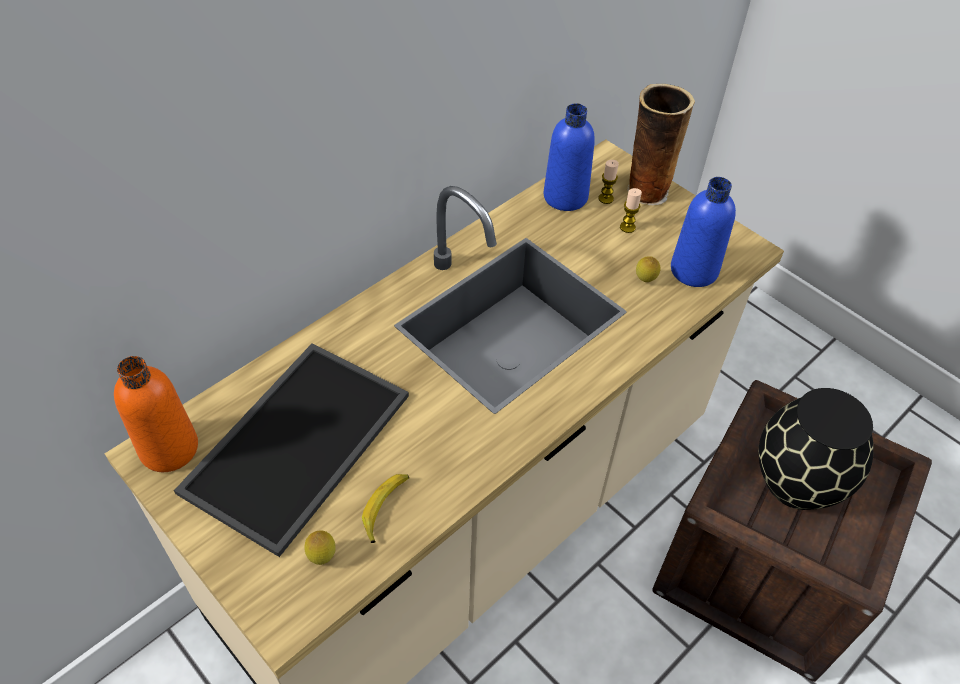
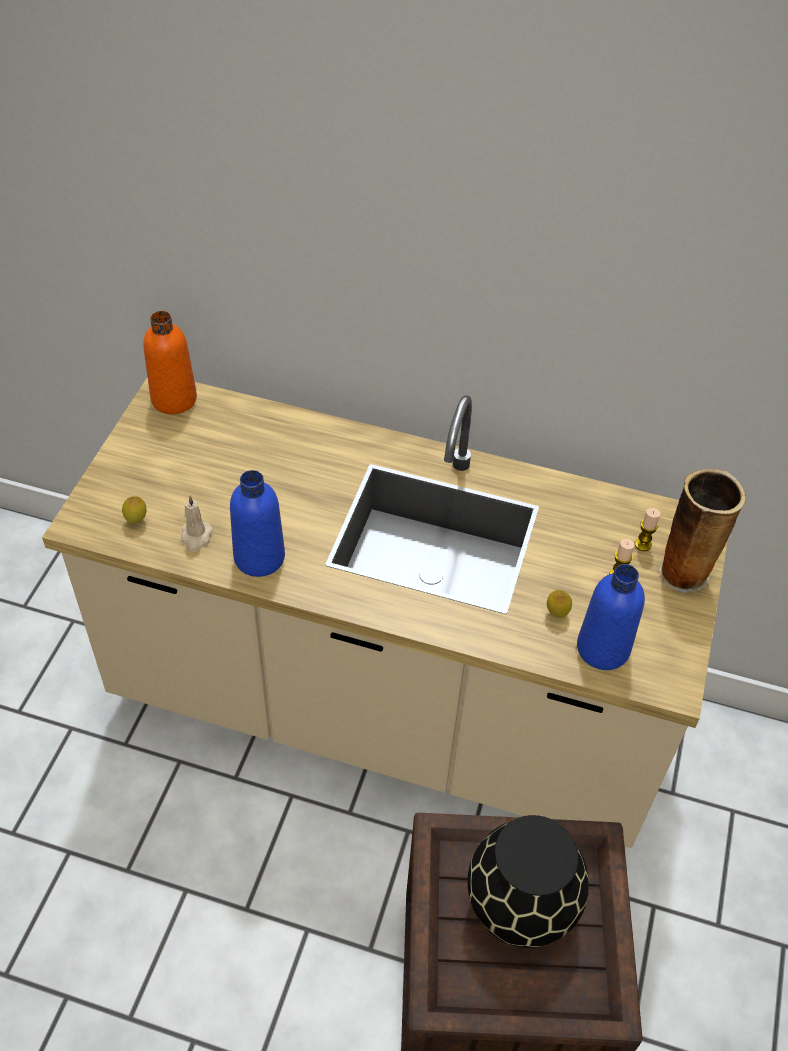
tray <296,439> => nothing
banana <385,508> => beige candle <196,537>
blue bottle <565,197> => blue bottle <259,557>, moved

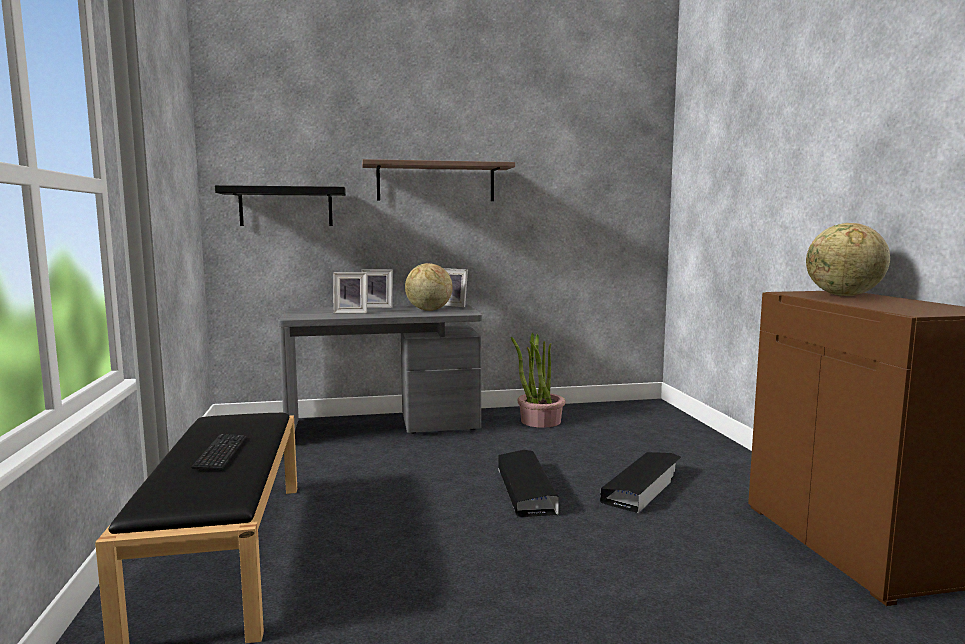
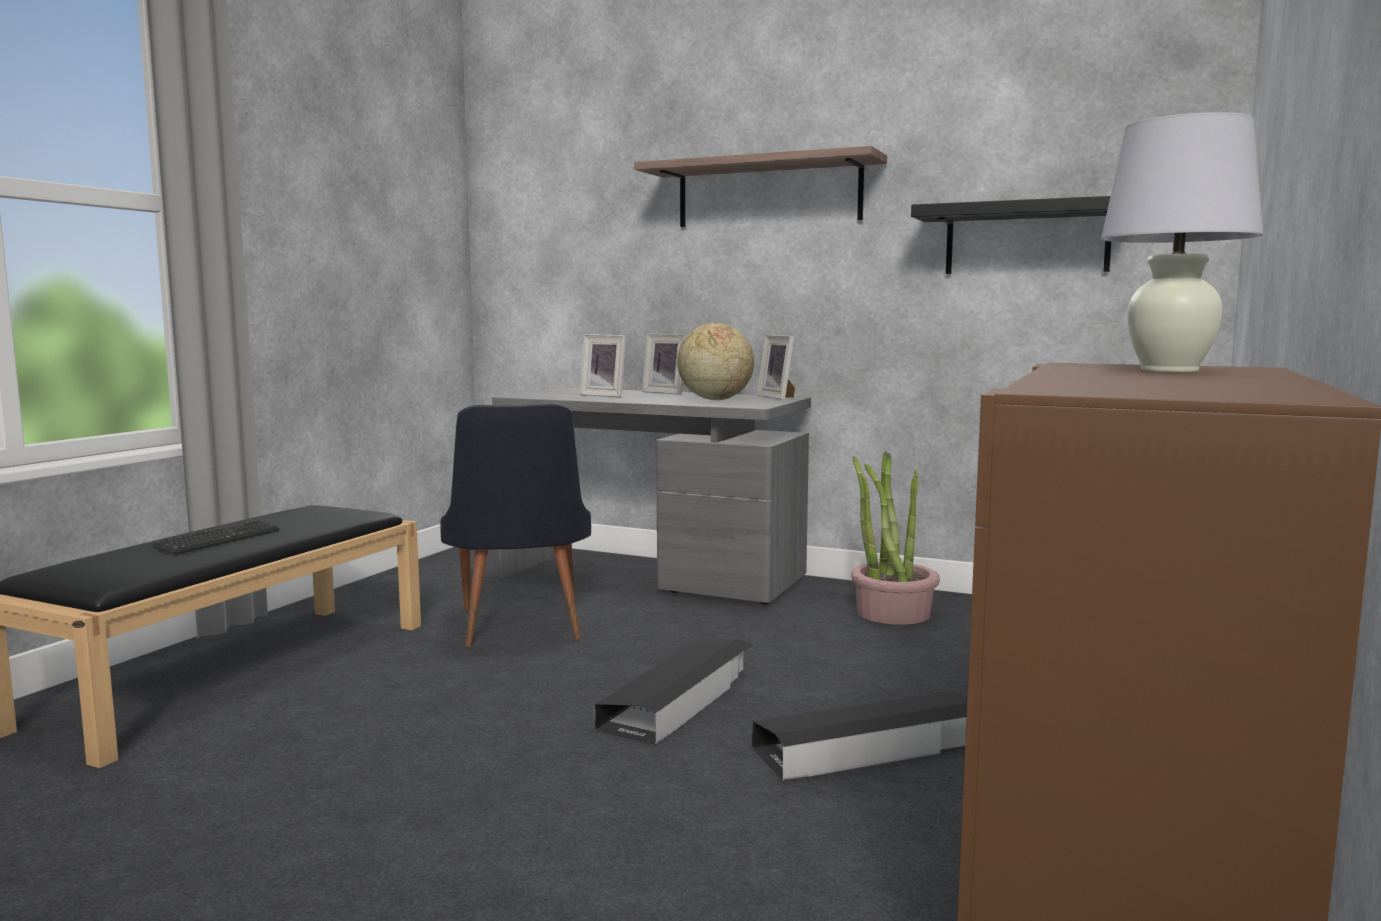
black shelf <286,207> => black shelf <1026,239>, moved
globe <843,295> => white table lamp <1170,370>
nothing => black chair <519,628>

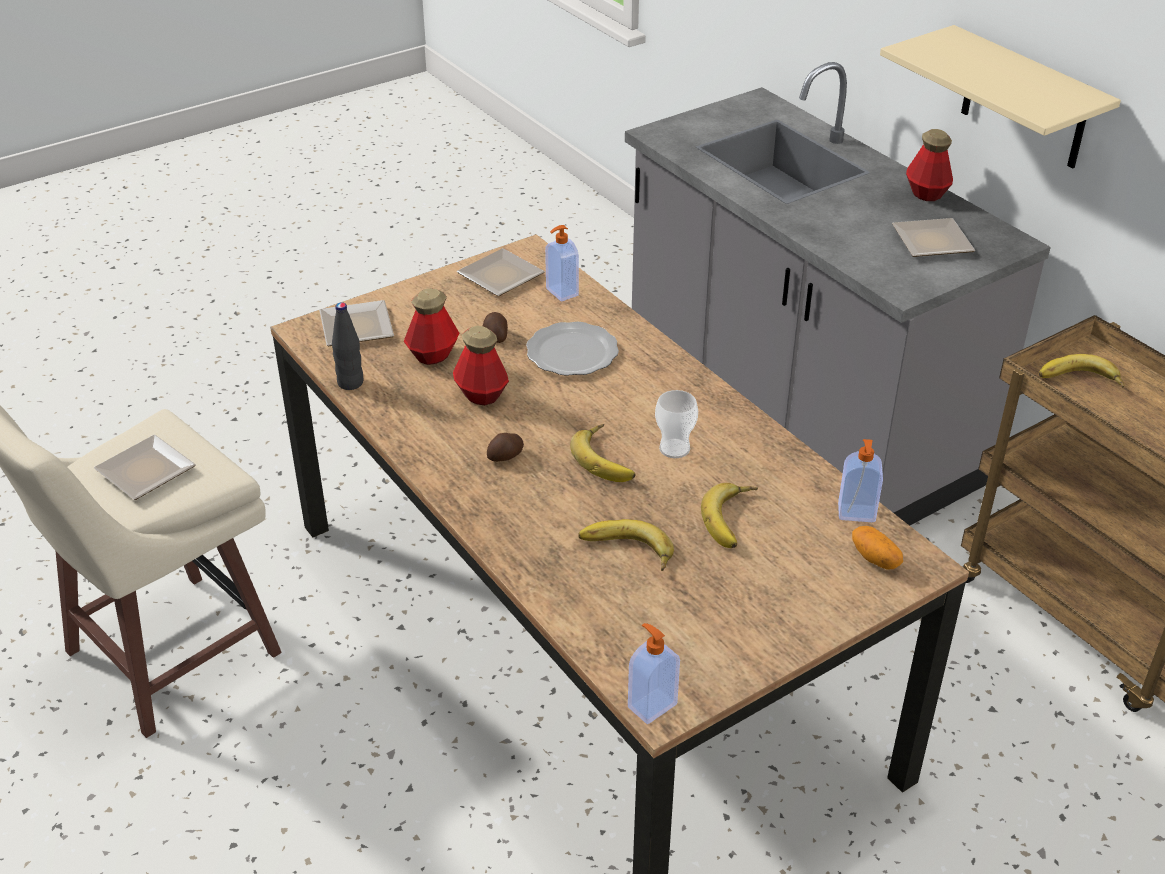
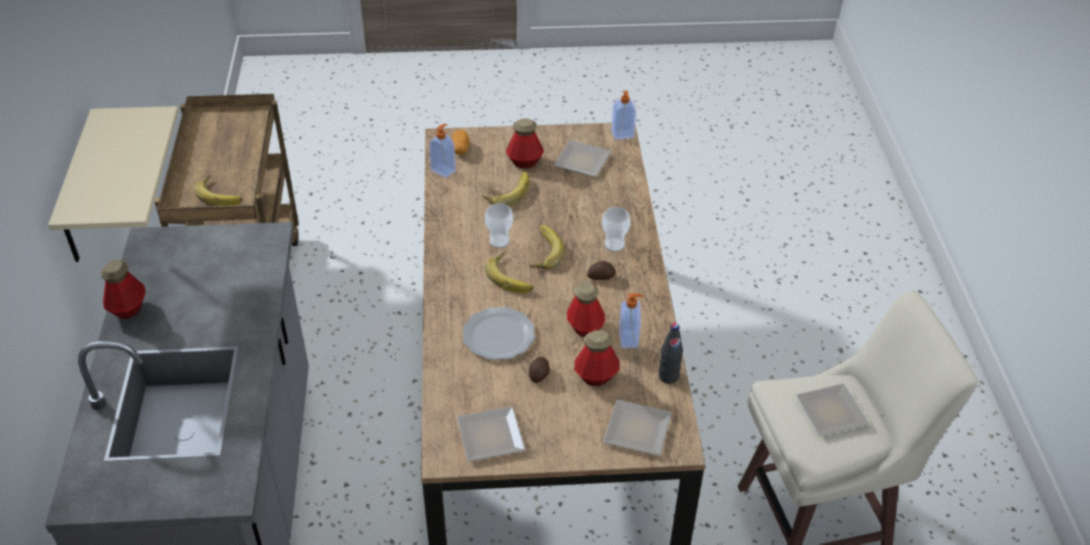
soap dispenser <561,292> => soap dispenser <629,339>, moved
banana <625,552> => banana <511,276>, moved
plate <930,243> => plate <584,161>, moved
nothing => bottle <524,162>
nothing => cup <614,245>

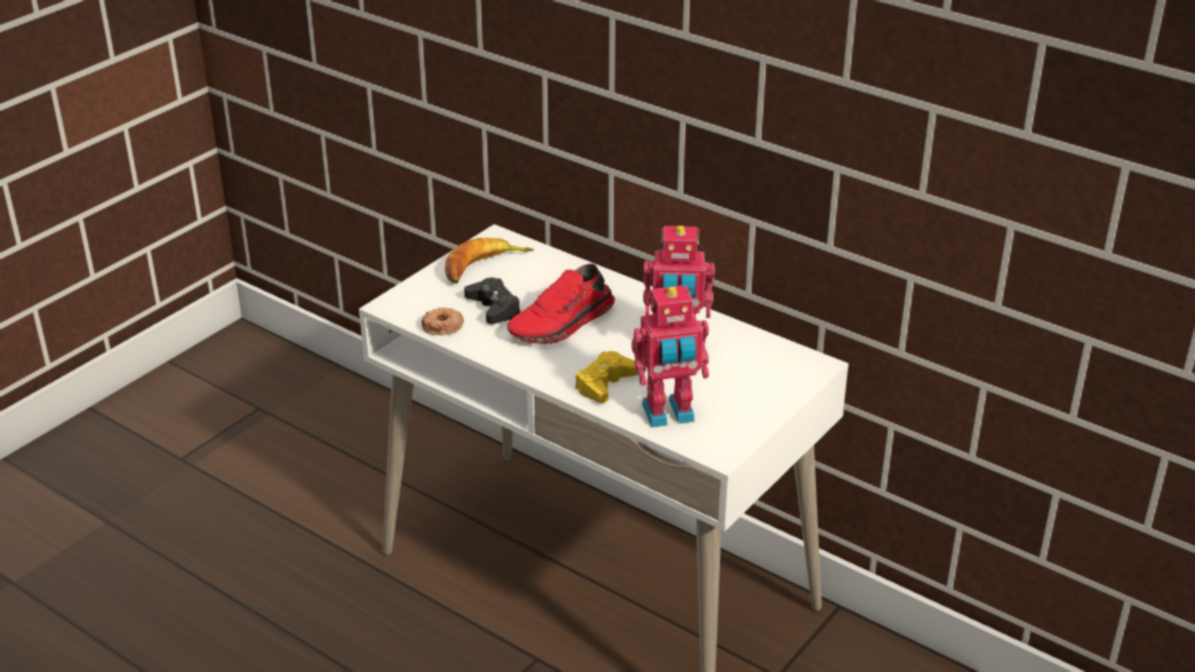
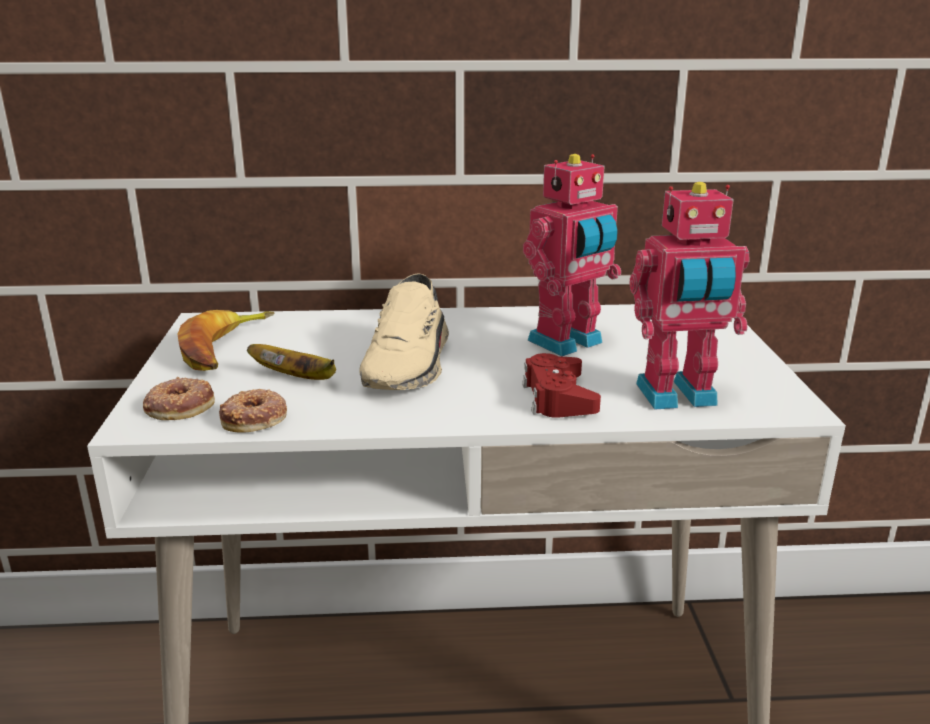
black game controller <494,308> => banana <298,378>
red shoe <563,324> => beige shoe <411,364>
yellow game controller <605,384> => red game controller <558,397>
toy robot <669,415> => toy robot <677,397>, 45 degrees clockwise
nothing => donut <179,406>

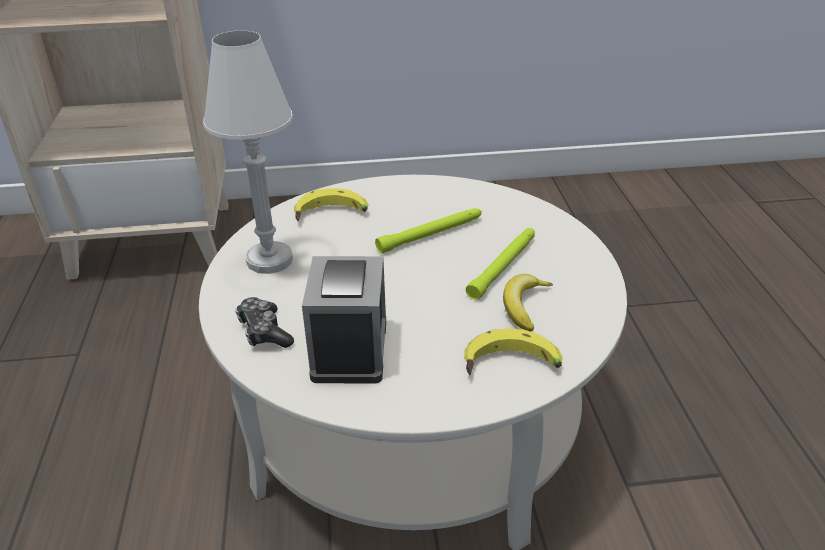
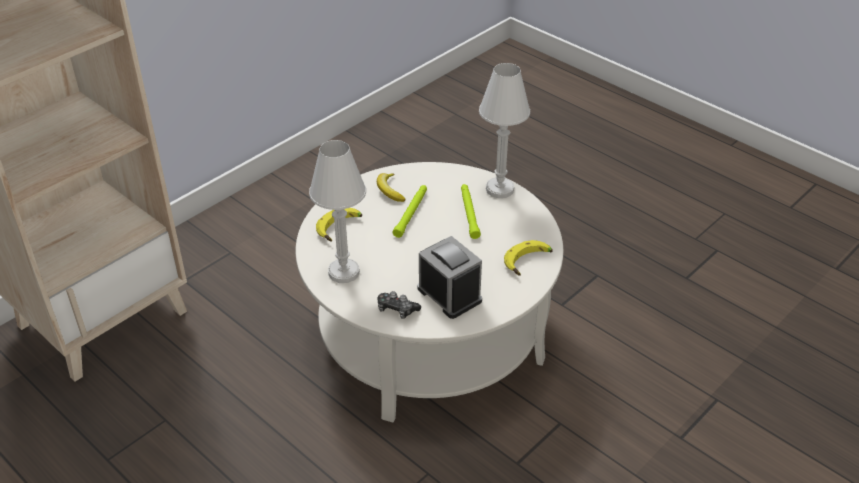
banana <523,306> => banana <389,190>, moved
nothing => white table lamp <500,189>

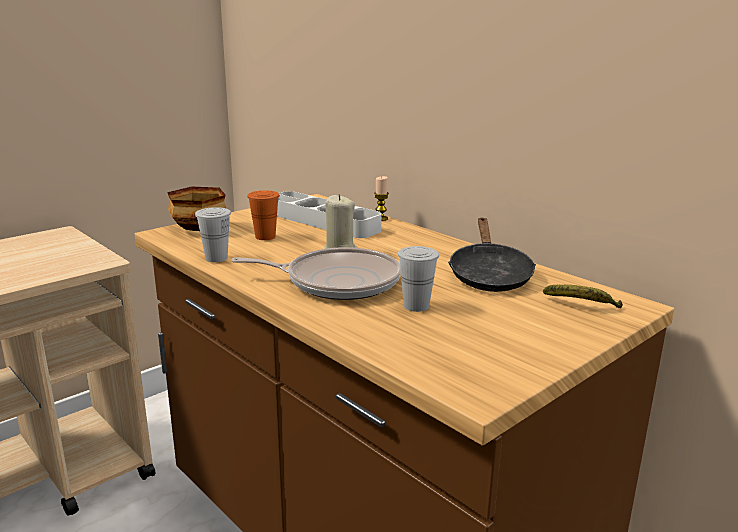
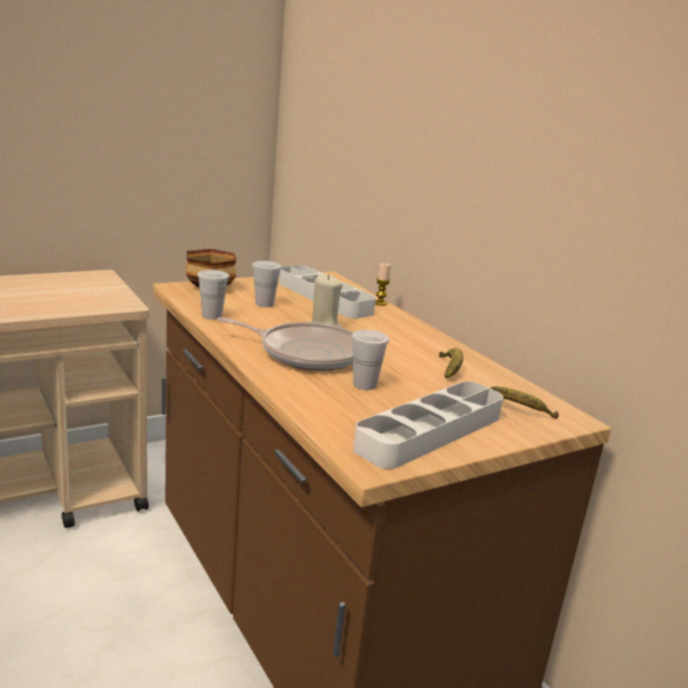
orange cup <265,237> => white cup <264,304>
black frying pan <489,275> => banana <449,369>
nothing => white tray <430,432>

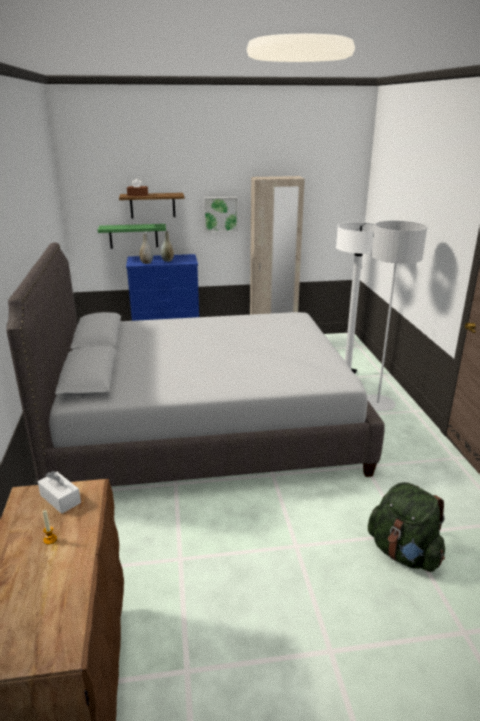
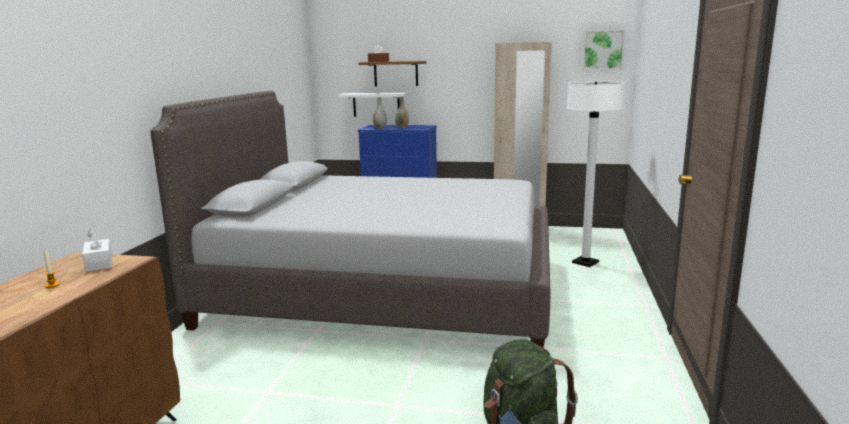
green shelf <133,236> => white shelf <376,104>
picture <220,214> => picture <603,50>, moved
grey floor lamp <377,404> => nothing

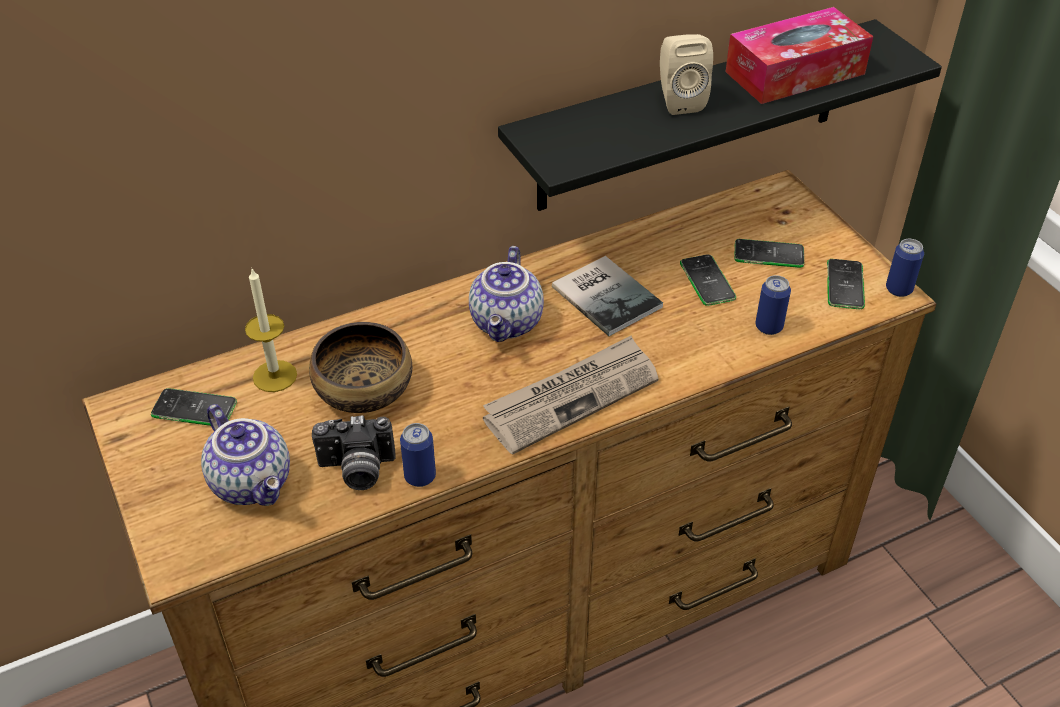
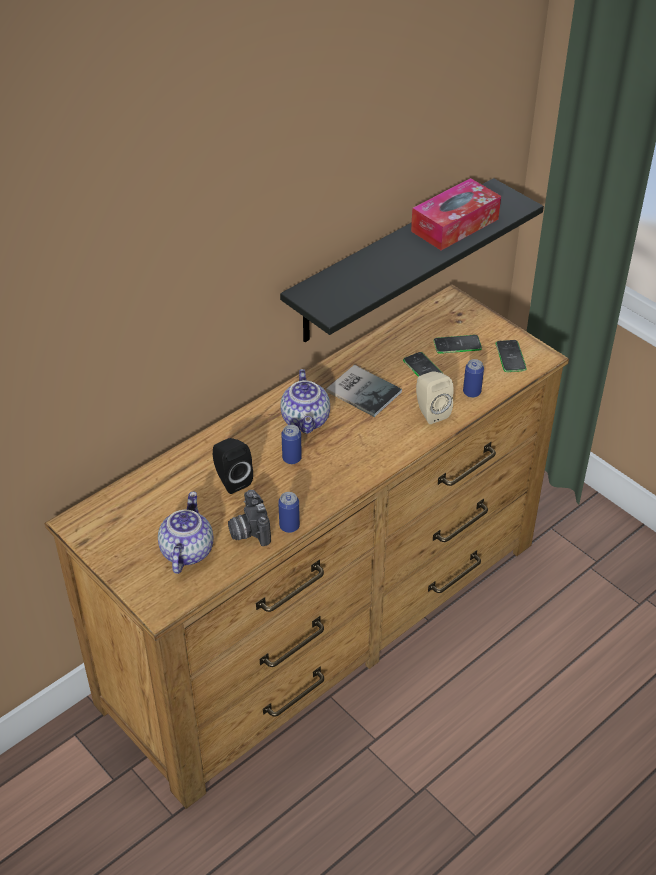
phone <194,409> => nothing
teapot <253,482> => teapot <186,551>, 120 degrees counterclockwise
candle <275,376> => nothing
bowl <365,389> => black speaker <231,480>
photo camera <357,471> => photo camera <248,531>, 90 degrees clockwise
newspaper <571,397> => nothing
beige speaker <678,101> => beige speaker <430,412>, moved
can <898,289> => can <292,458>, moved

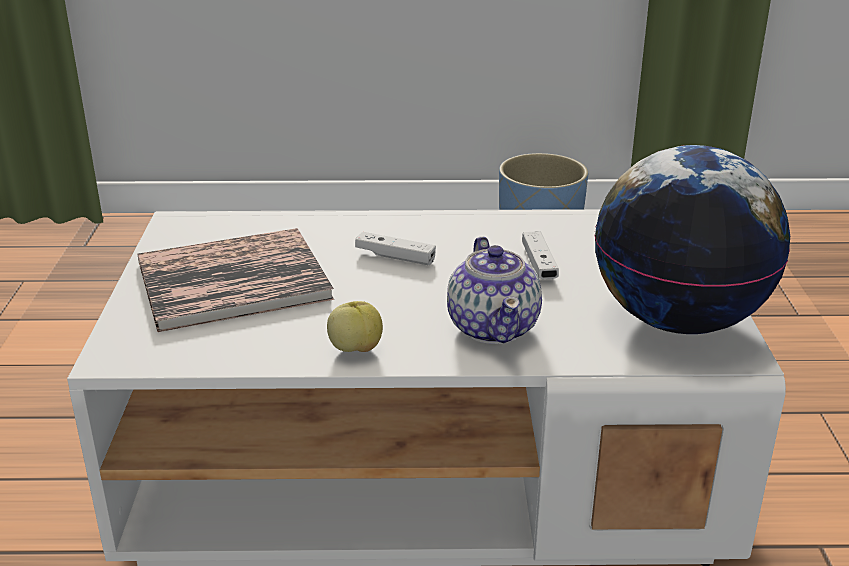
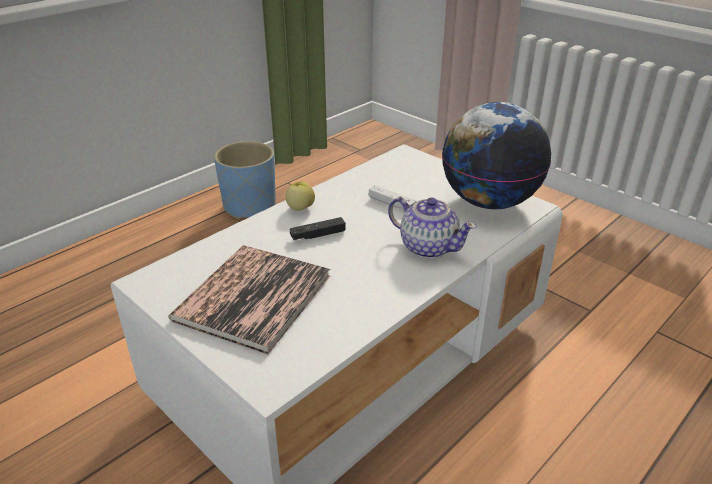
apple <355,348> => apple <300,208>, moved
white game controller <395,257> => black game controller <318,235>

